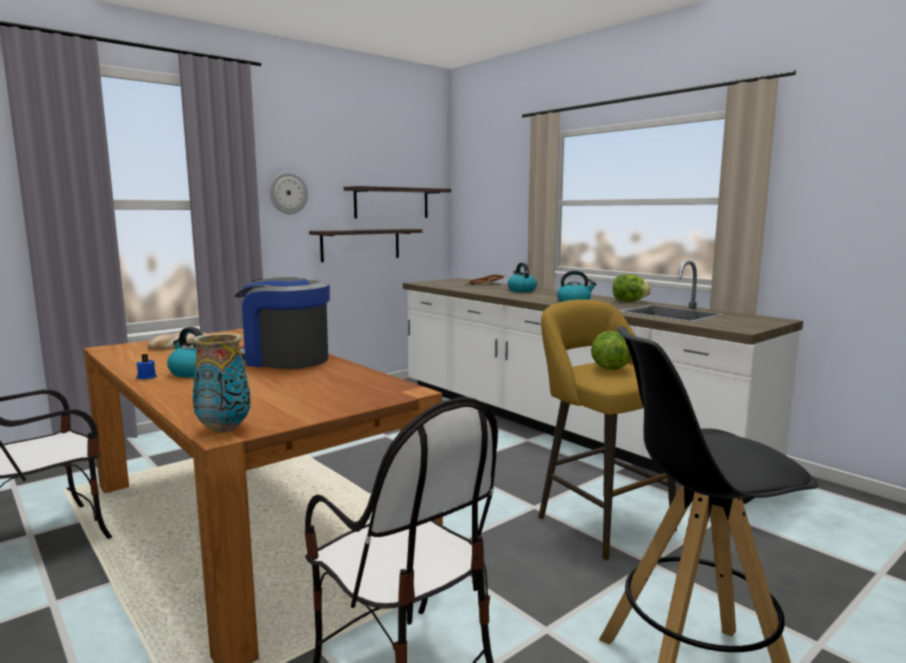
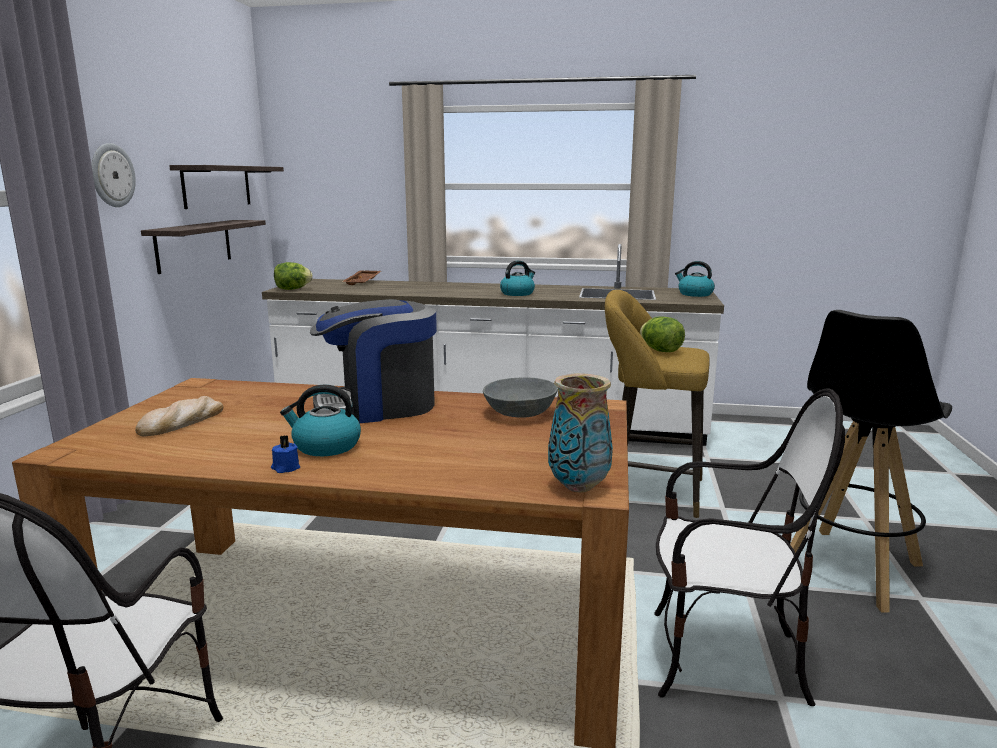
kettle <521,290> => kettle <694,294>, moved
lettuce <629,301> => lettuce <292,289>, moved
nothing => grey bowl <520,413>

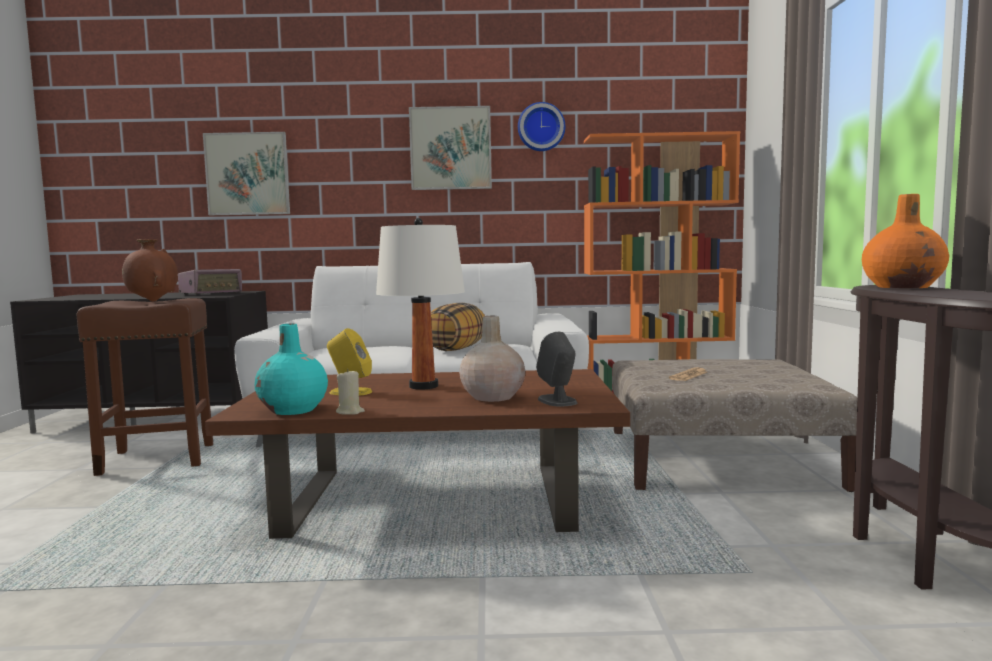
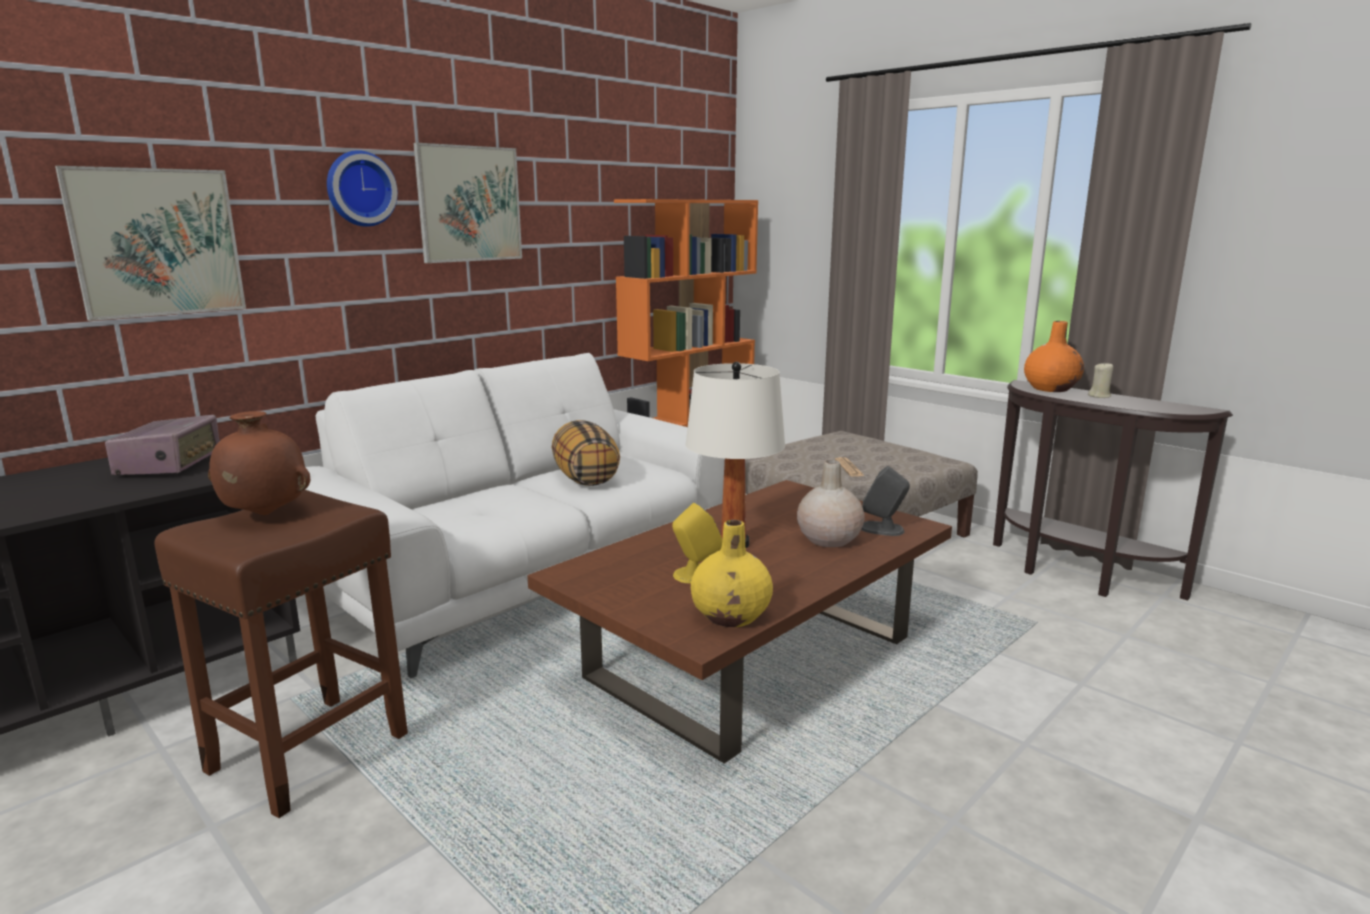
turquoise vase <293,410> => yellow vase <731,616>
beige candle <350,412> => beige candle <1099,396>, moved
wall clock <541,127> => wall clock <360,189>, moved

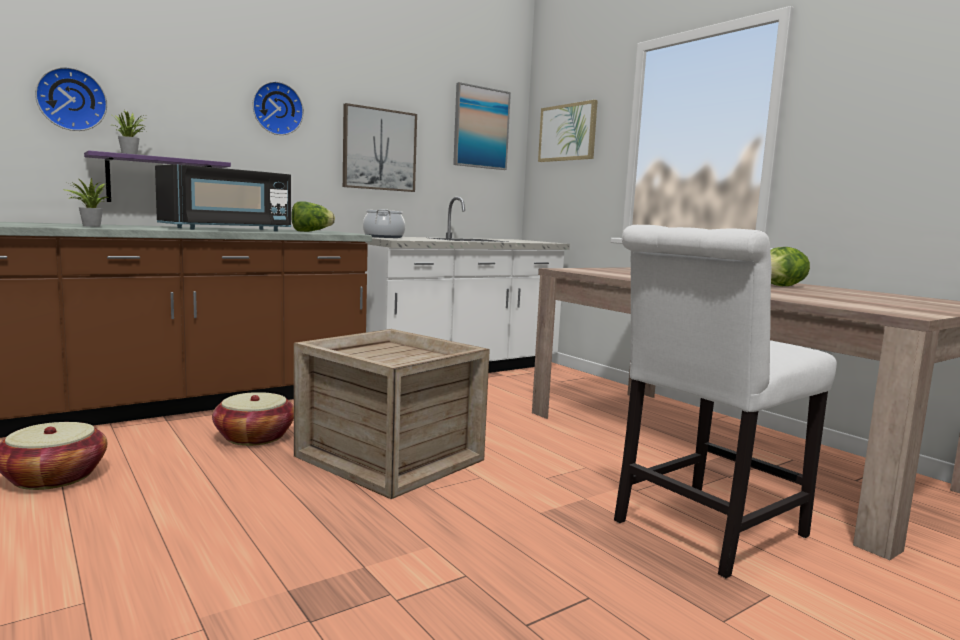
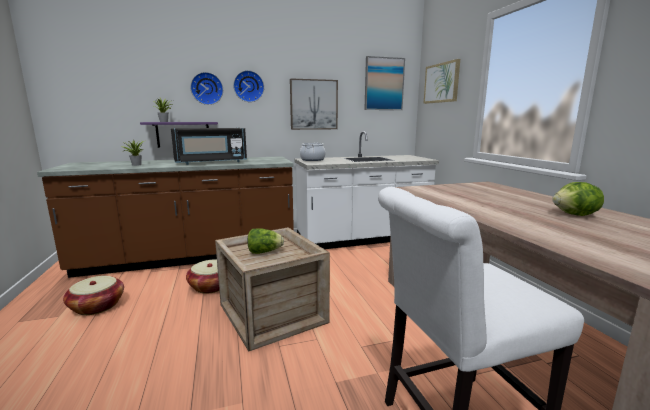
wall clock <71,100> => wall clock <207,88>, moved
lettuce <311,231> => lettuce <264,252>, moved

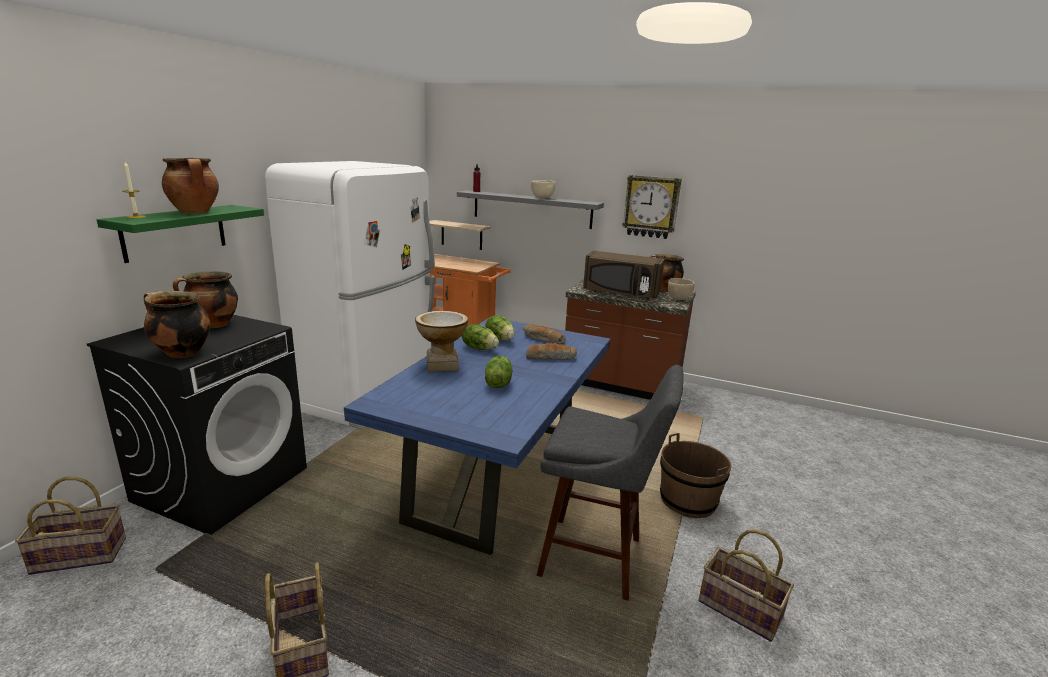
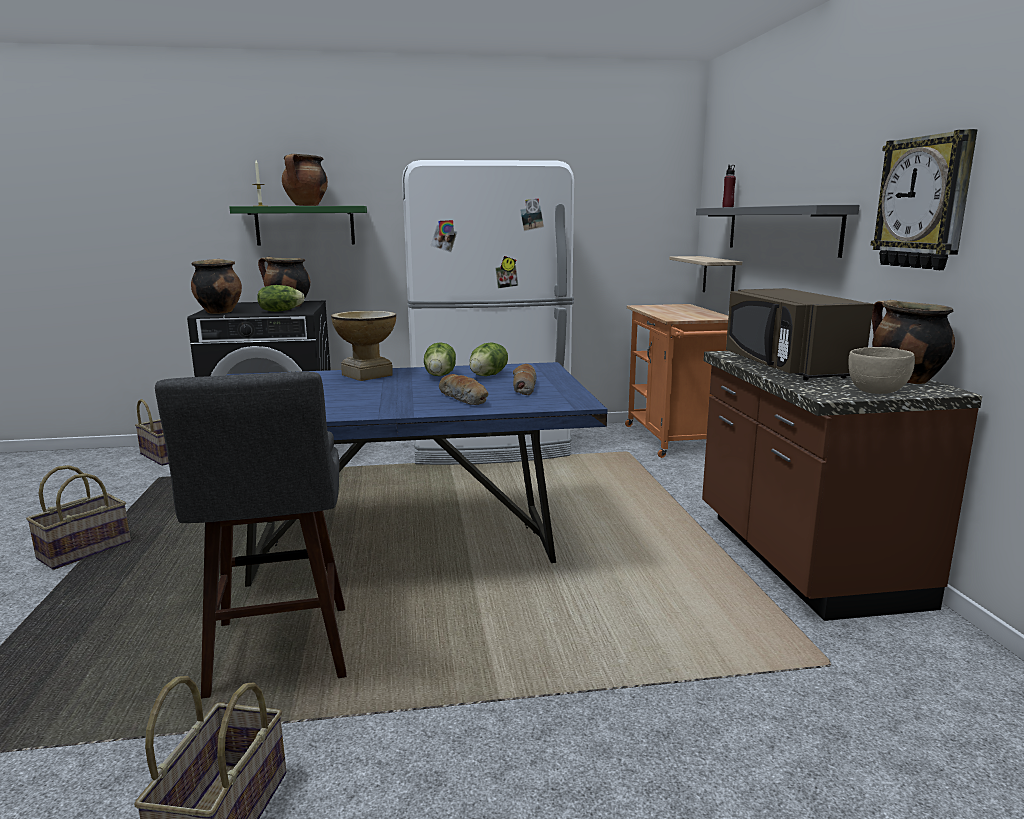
lettuce <497,383> => lettuce <280,311>, moved
beige bowl <542,198> => nothing
brown bucket <688,501> => nothing

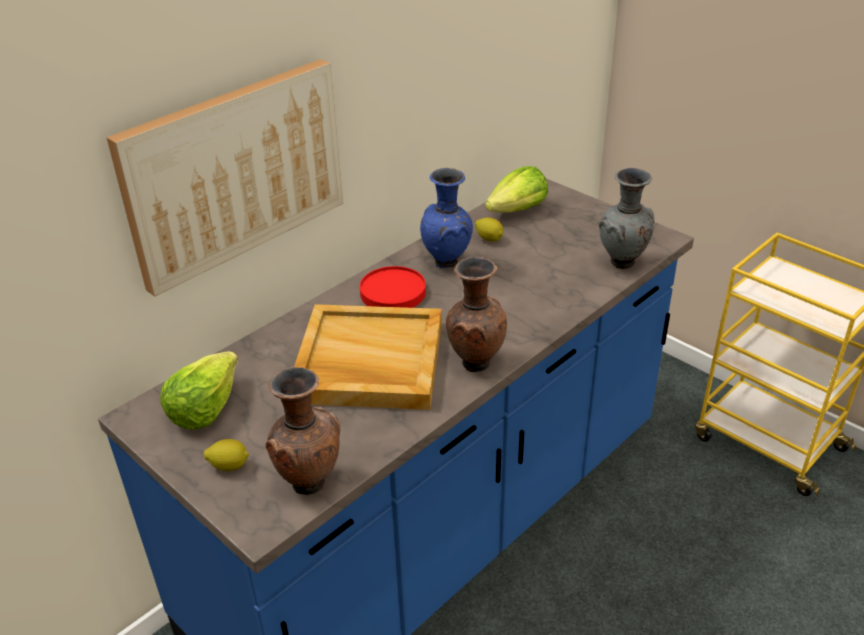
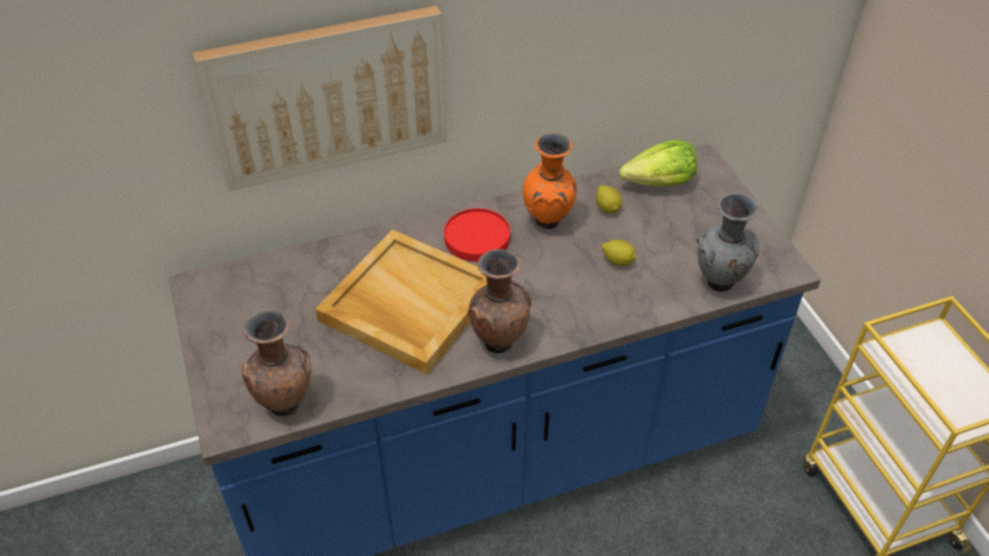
lettuce <204,407> => nothing
lemon <229,466> => lemon <618,261>, moved
blue vase <448,263> => orange vase <548,223>

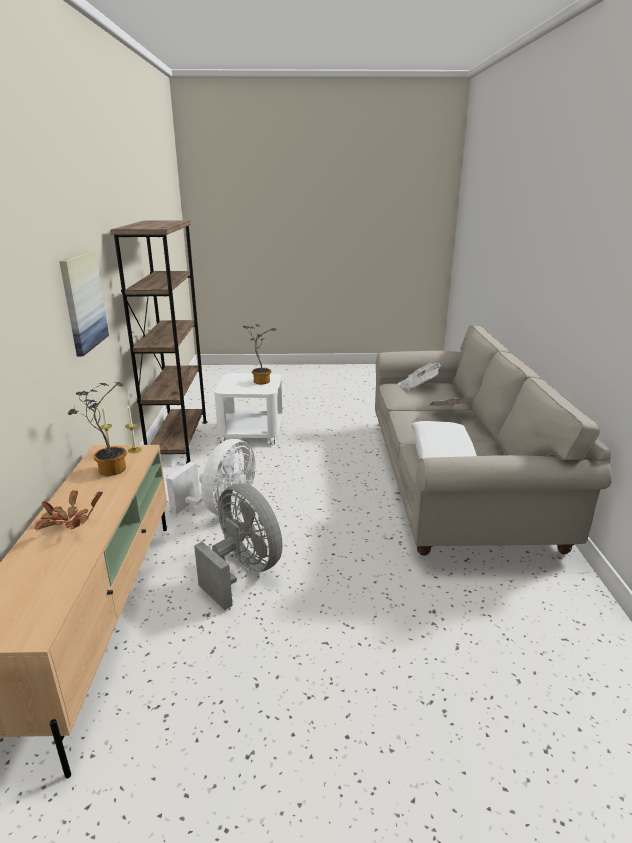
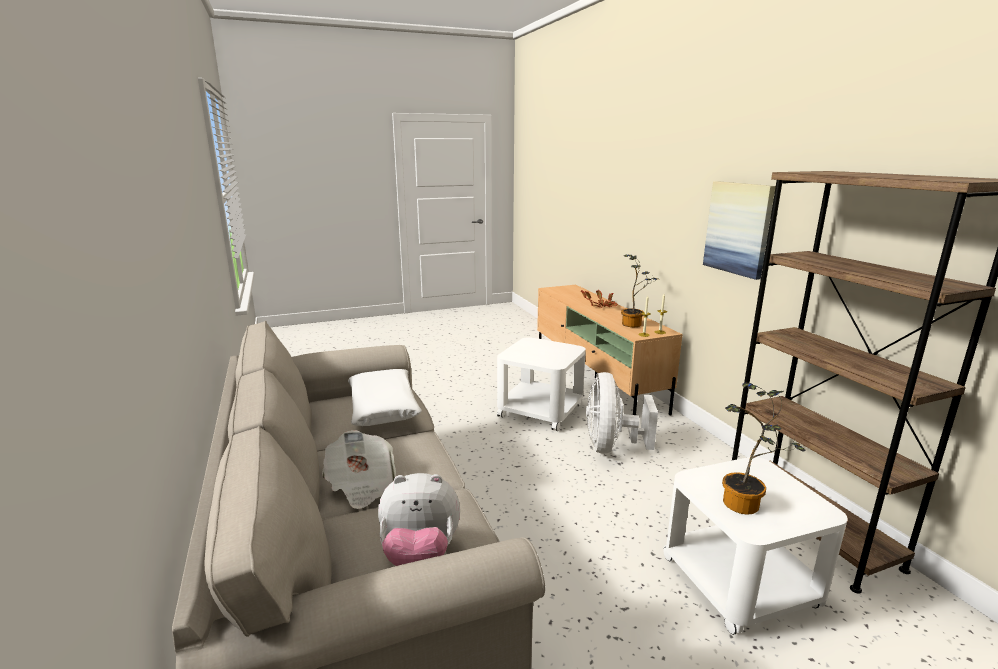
grey fan <243,570> => white side table <540,410>
newspaper <418,386> => plush toy <420,556>

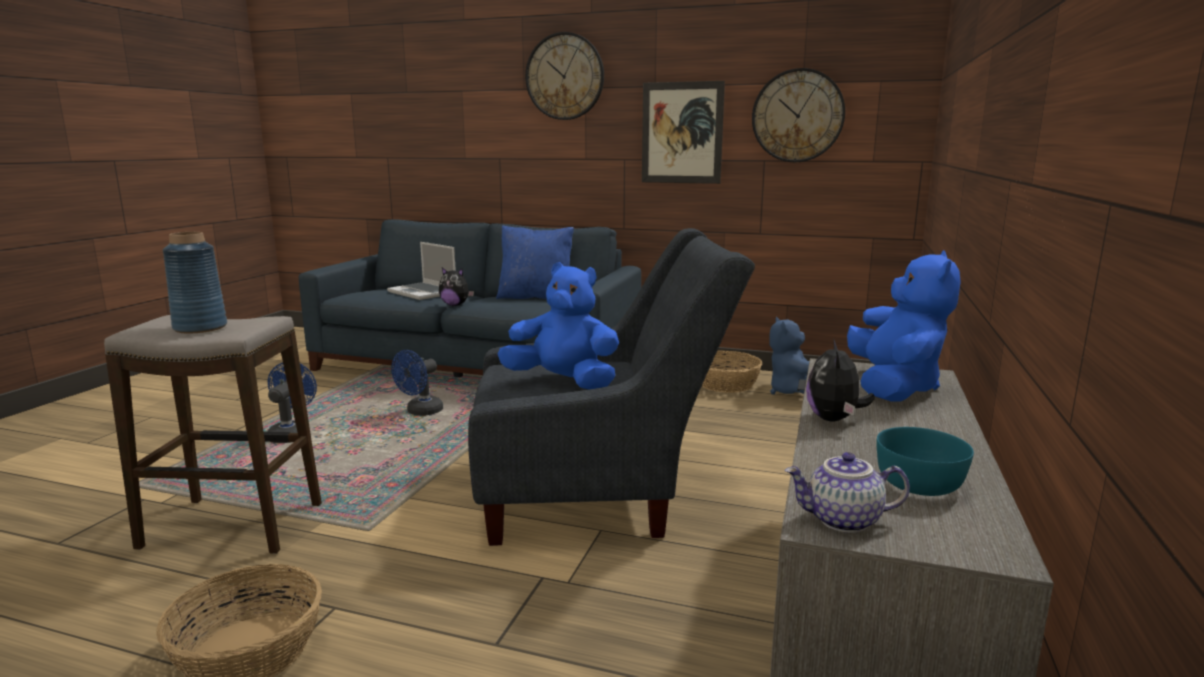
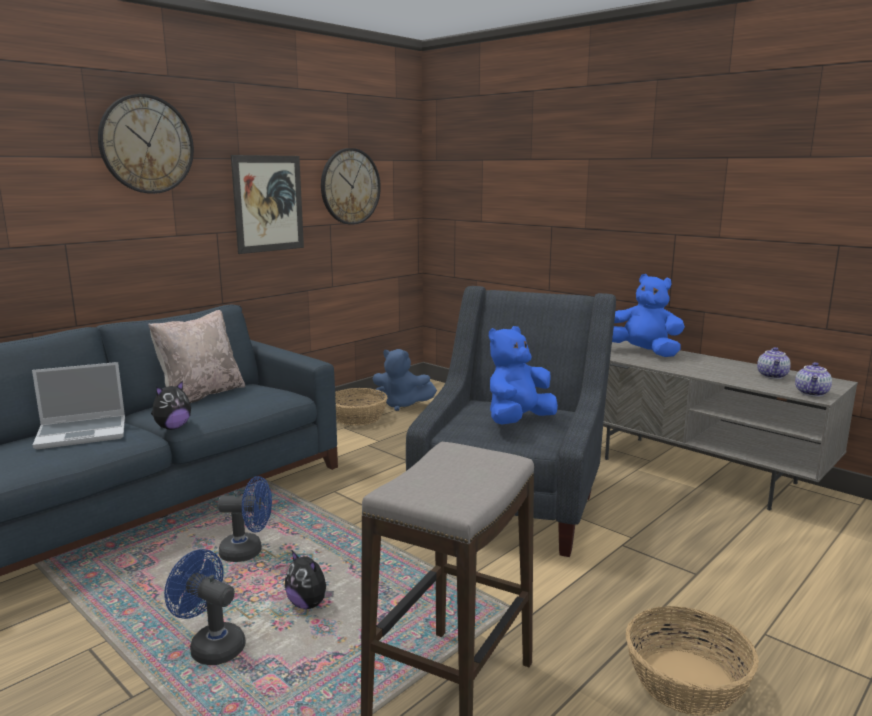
blue vase <200,328> => nothing
blue fan <420,412> => blue fan <248,552>, 60 degrees counterclockwise
blue pillow <536,297> => beige pillow <201,395>
plush toy <834,419> => plush toy <309,604>, moved
turquoise bowl <920,484> => teapot <773,376>

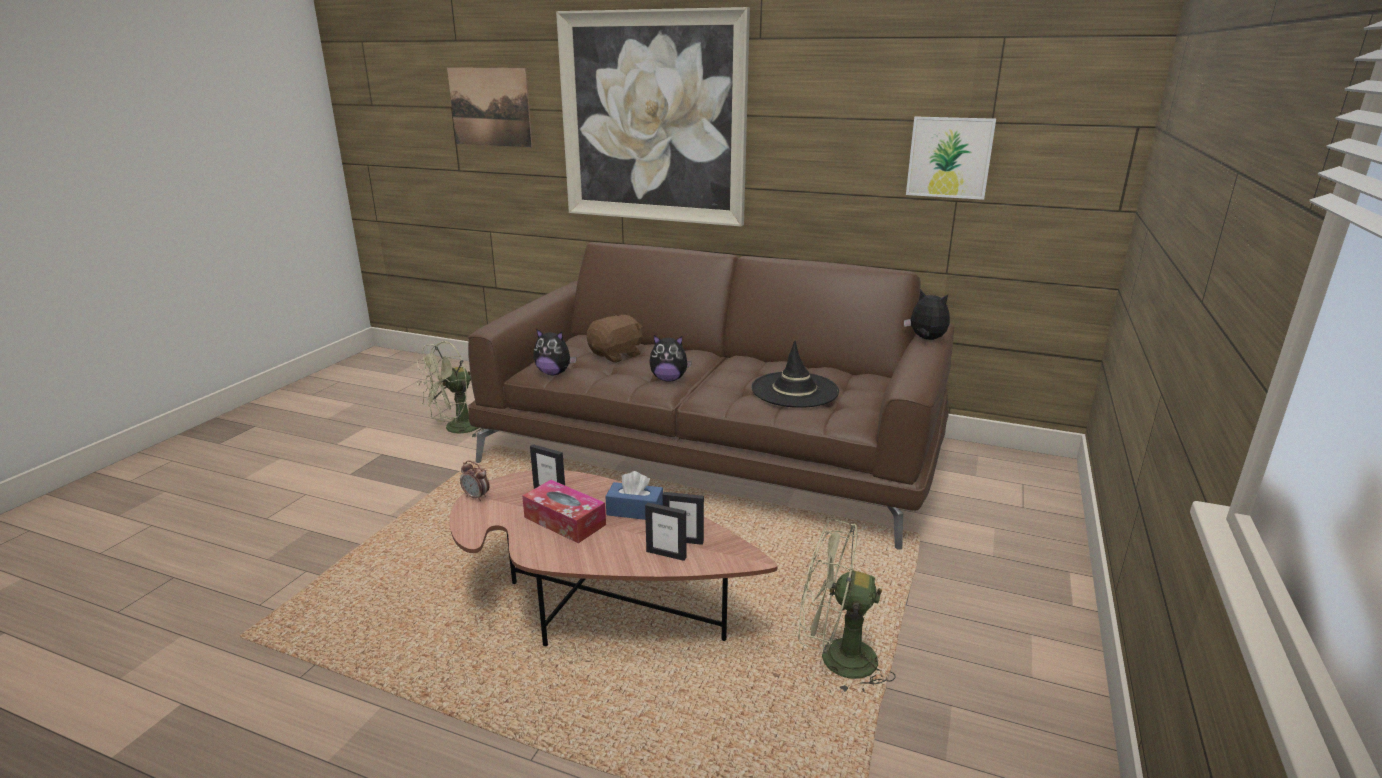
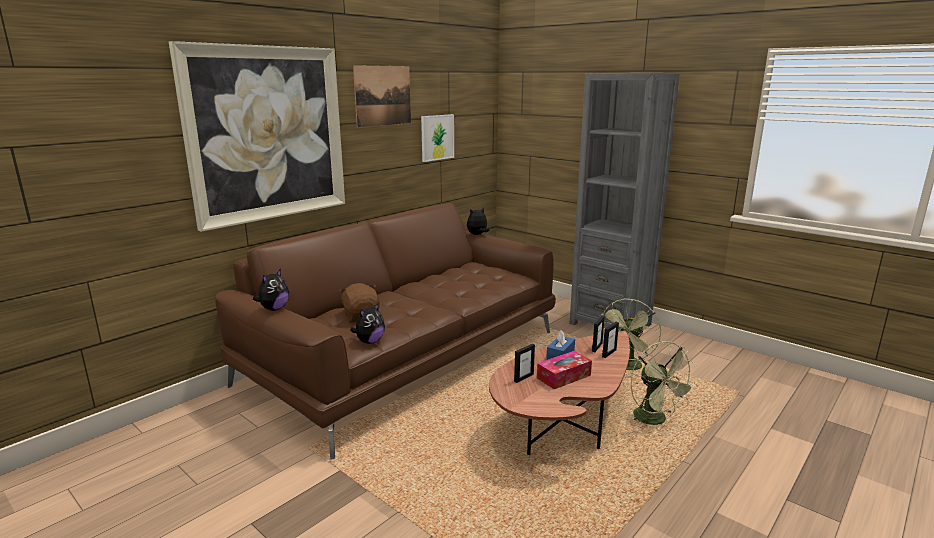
green fan <456,429> => green fan <655,420>, moved
picture <490,107> => picture <383,95>, moved
alarm clock <476,497> => nothing
plush toy <669,379> => plush toy <274,309>, moved
black hat <794,390> => nothing
nothing => grey bookcase <610,324>

